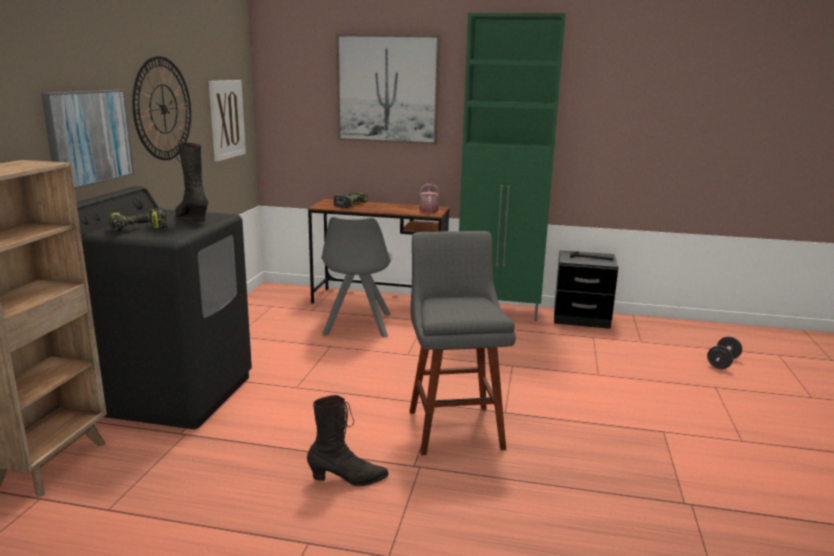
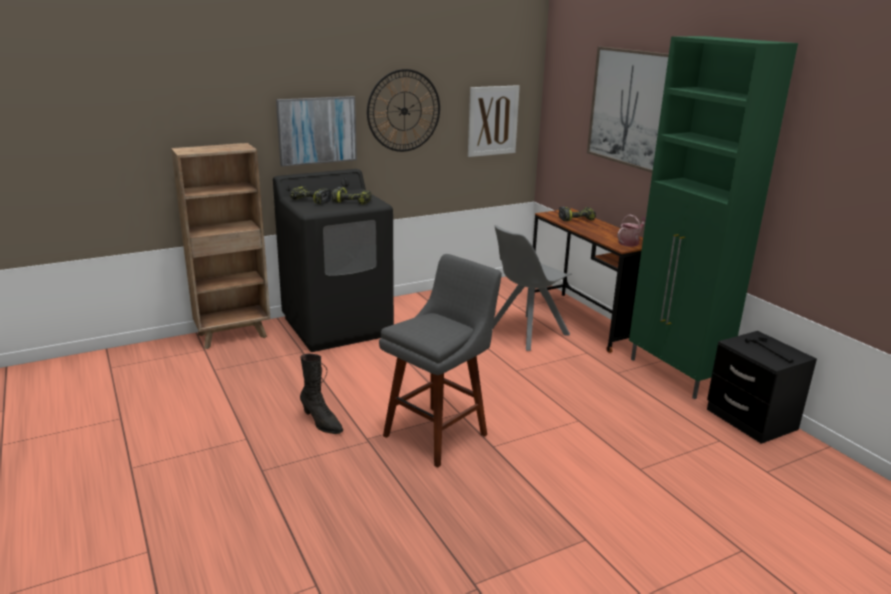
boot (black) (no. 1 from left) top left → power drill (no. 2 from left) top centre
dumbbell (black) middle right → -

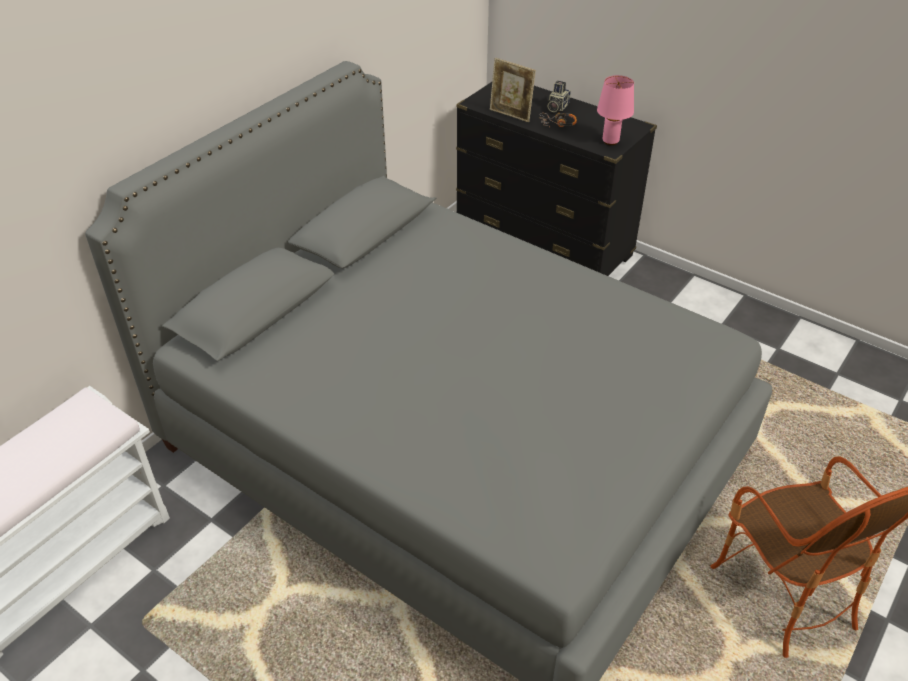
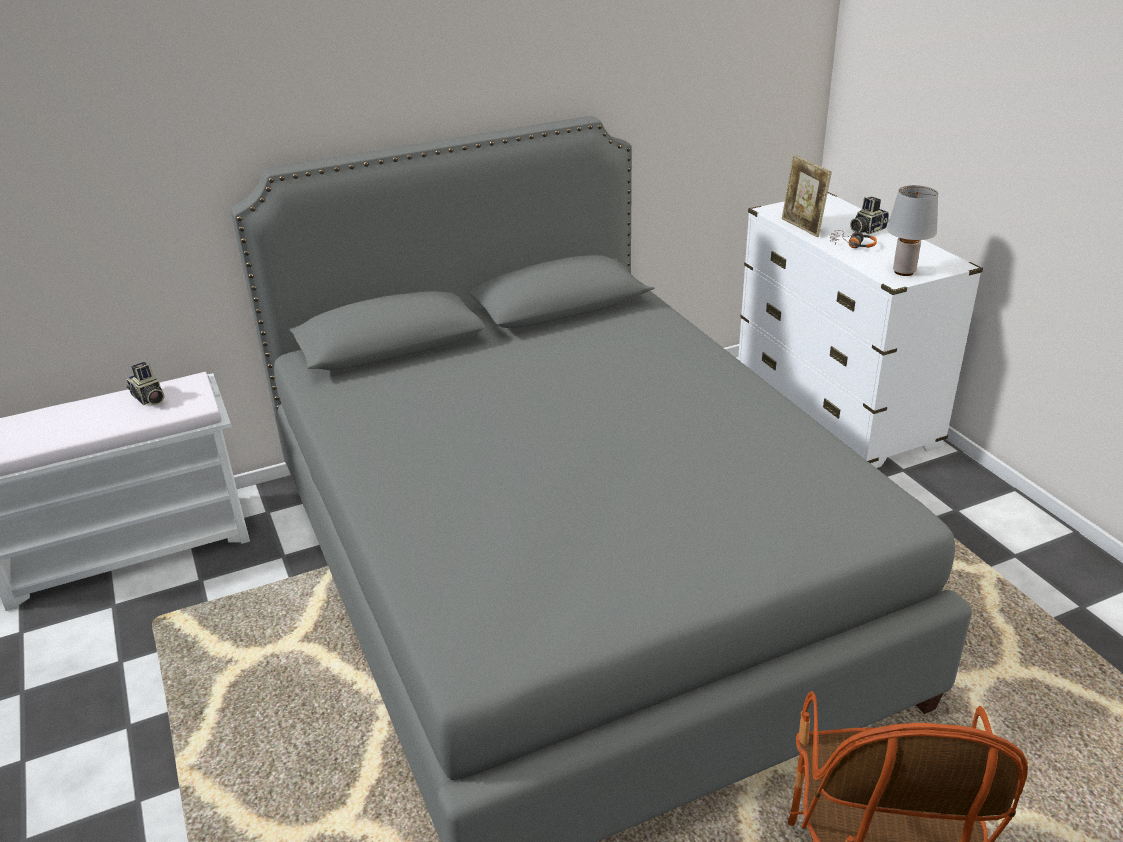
dresser (black) top centre → dresser (white) middle right
table lamp (pink) top right → table lamp (grey) top right
- → photo camera (no. 1 from left) middle left

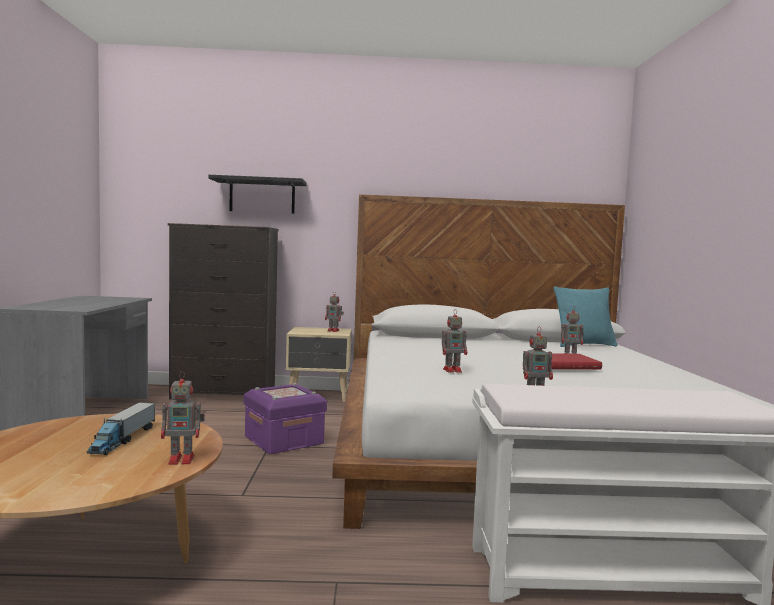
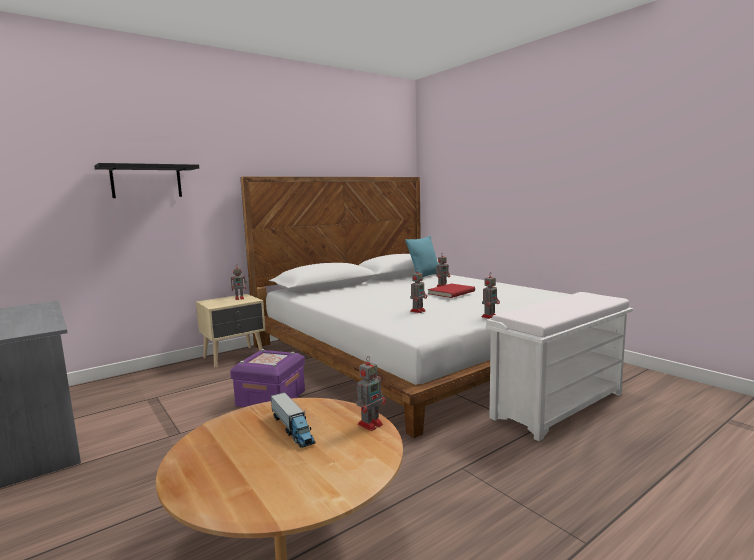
dresser (black) middle left → -

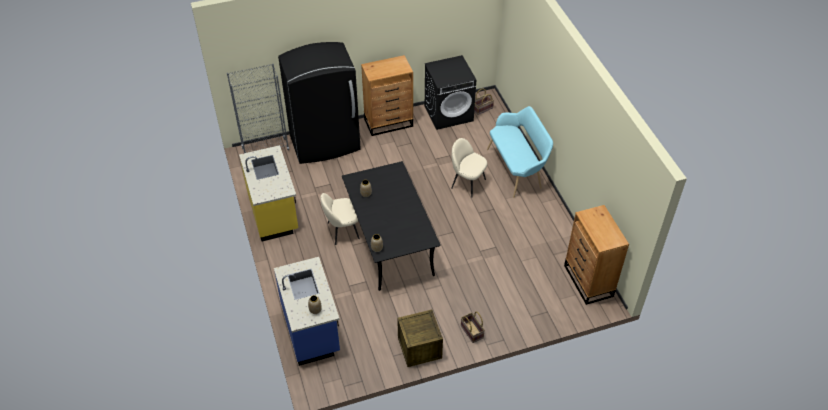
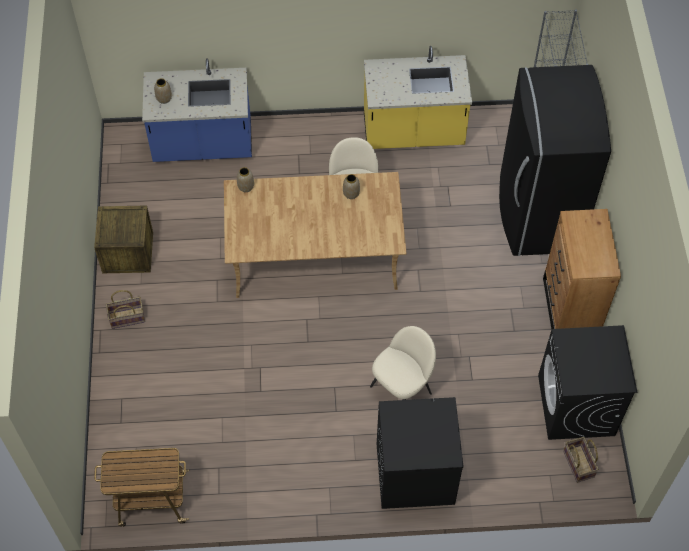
dining table (black) centre → dining table (beige) centre
bench (turquoise) centre → washing machine (black) (no. 1 from left) bottom centre
dresser (brown) (no. 2 from left) middle right → cart bottom left

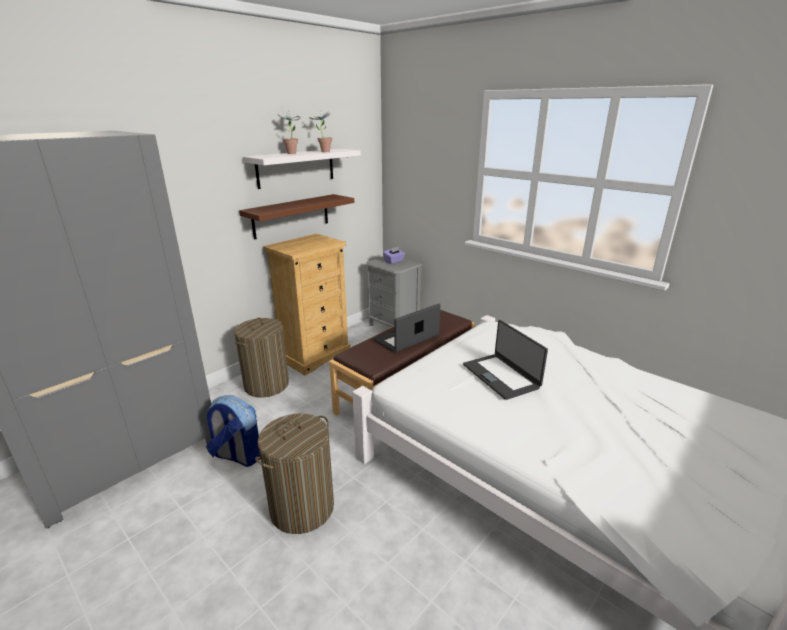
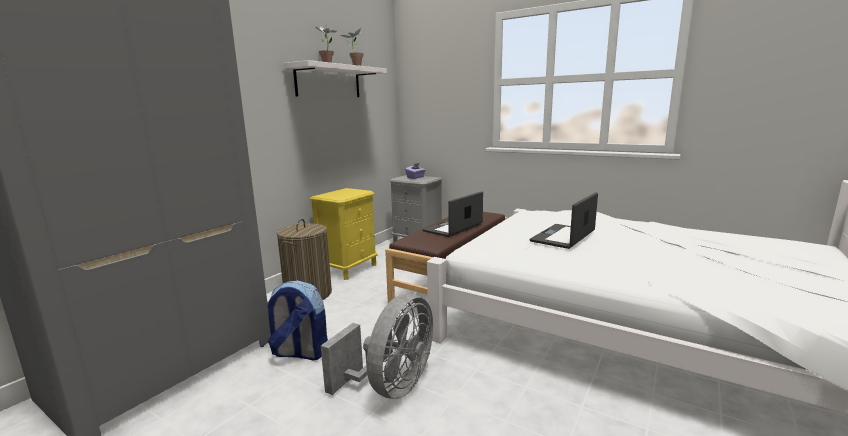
shelf (brown) centre → -
laundry basket (no. 2 from left) bottom centre → fan (grey) bottom centre
dresser (beige) centre → nightstand (yellow) centre
laptop (no. 2 from left) centre, 75 degrees clockwise

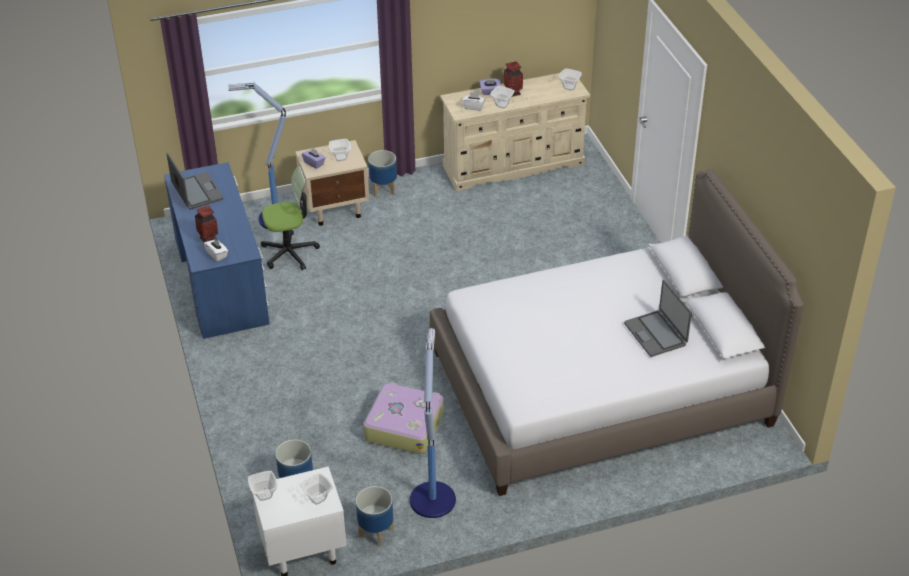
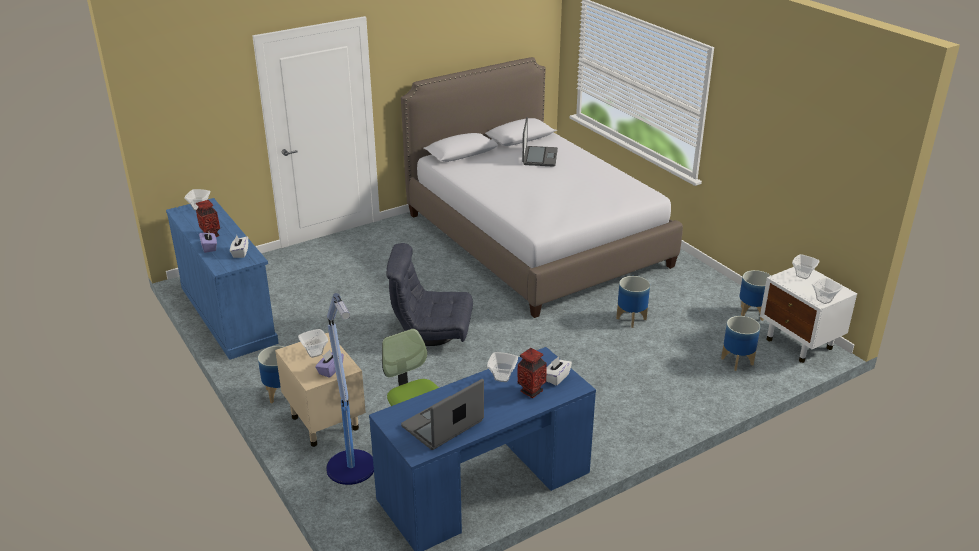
suitcase bottom centre → planter (no. 2 from left) centre
floor lamp (no. 2 from left) bottom centre → -
dresser (beige) top centre → dresser (blue) middle left
bowl (no. 4 from left in the first image) top centre → bowl (no. 3 from left) centre, shifted
laptop (no. 2 from left) middle right → laptop (no. 2 from left) top centre, 45 degrees counterclockwise
- → armchair (grey) centre

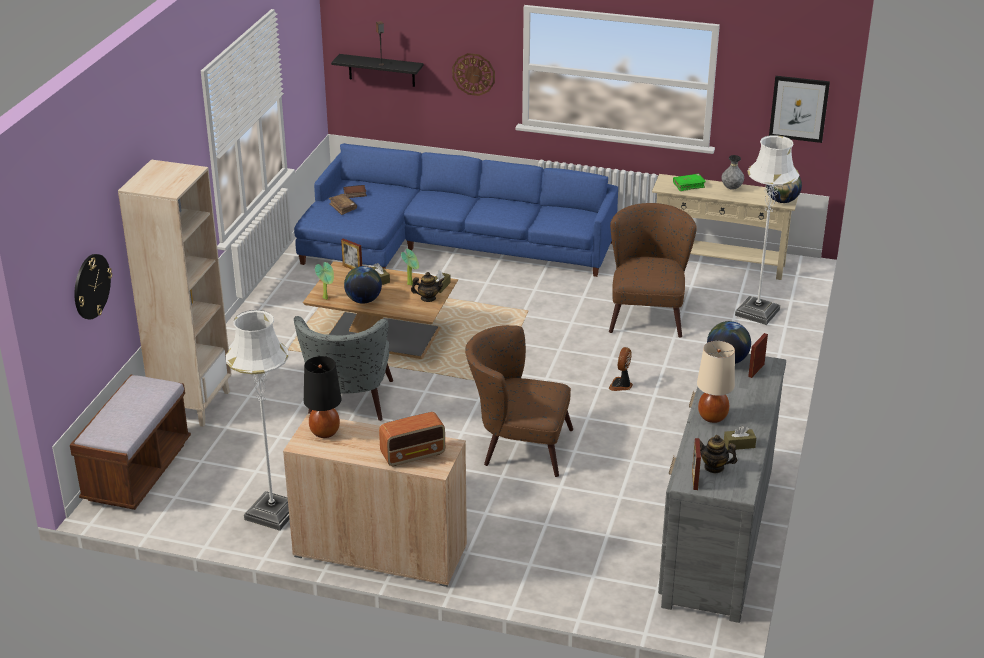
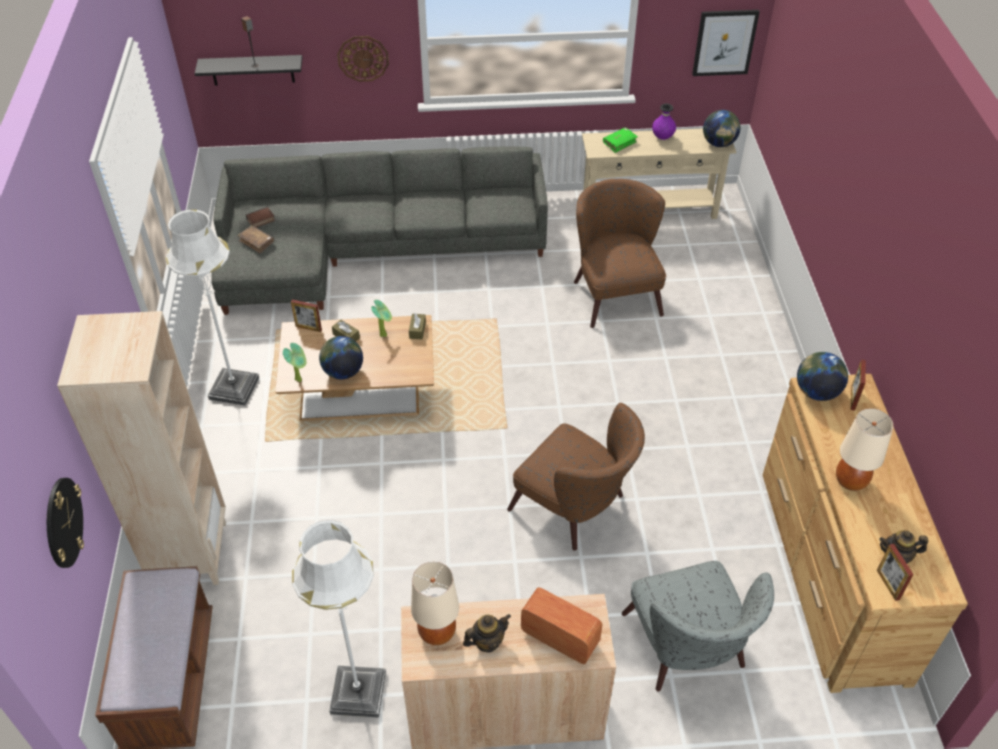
sofa (blue) top centre → sofa (grey) top centre
armchair (grey) centre → armchair (grey) bottom right, shifted
table lamp (black) middle left → table lamp (beige) (no. 1 from left) bottom centre
radio bottom centre, 105 degrees counterclockwise
teapot (no. 1 from left) centre → teapot (no. 1 from left) bottom centre, shifted
armchair (brown) (no. 1 from left) centre, 135 degrees counterclockwise
fan centre → -
dresser (grey) bottom right → dresser (brown) bottom right
vase (grey) top right → vase (purple) top centre
tissue box (brown) (no. 3 from left) middle right → -
floor lamp (white) (no. 2 from left in the first image) middle right → floor lamp (white) (no. 1 from left) middle left, shifted

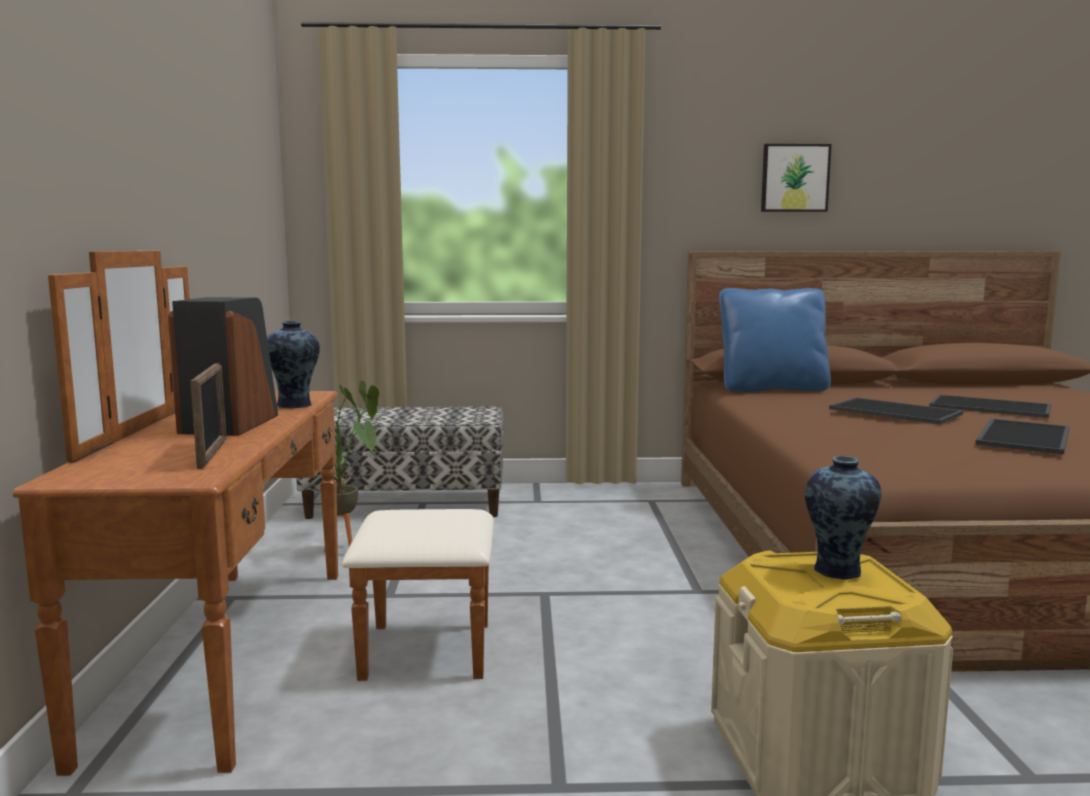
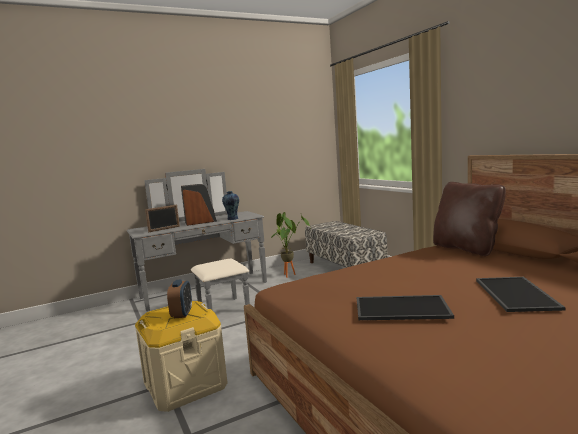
dresser (brown) middle left → dresser (grey) centre
pillow (blue) middle right → pillow (brown) middle right
picture top right → -
vase (no. 2 from left) middle right → alarm clock bottom left
tray (no. 1 from left) middle right → -

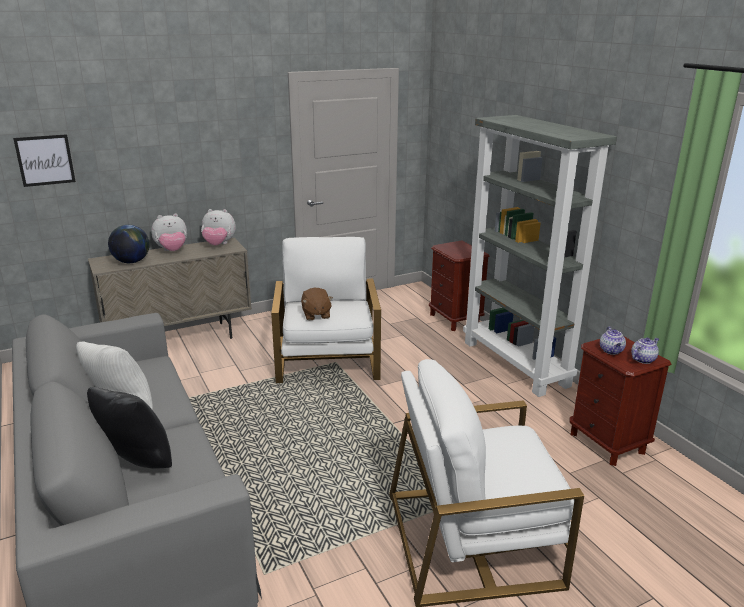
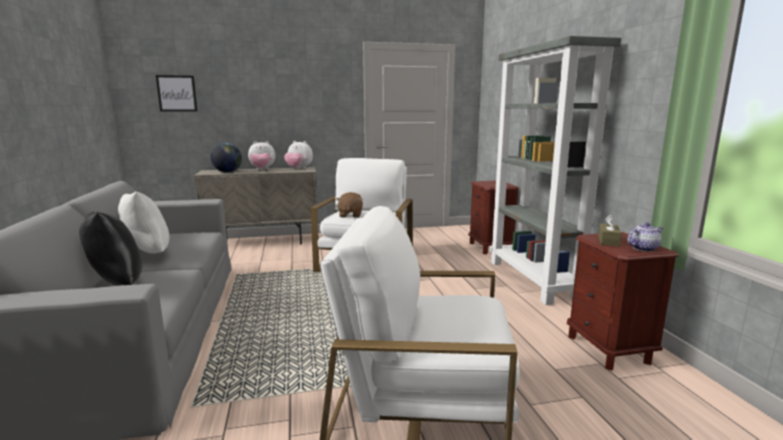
teapot (no. 1 from left) middle right → tissue box (brown) middle right

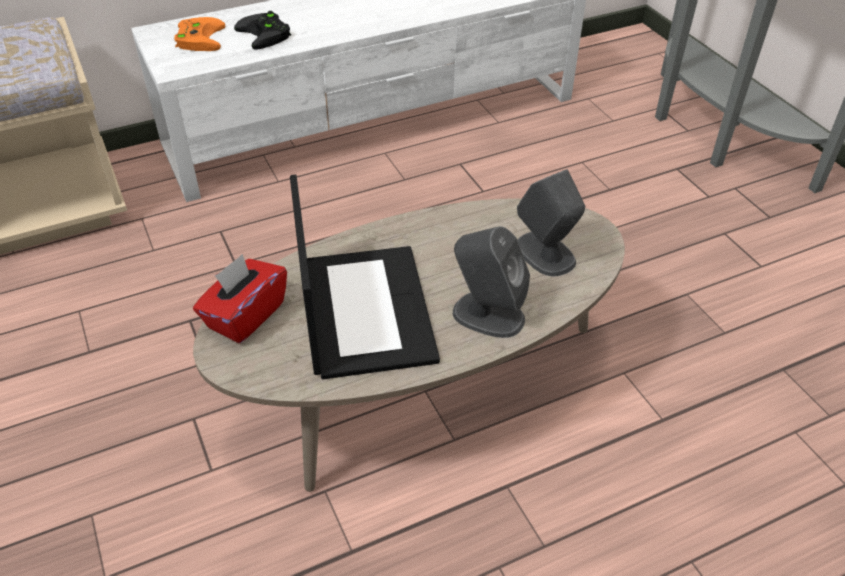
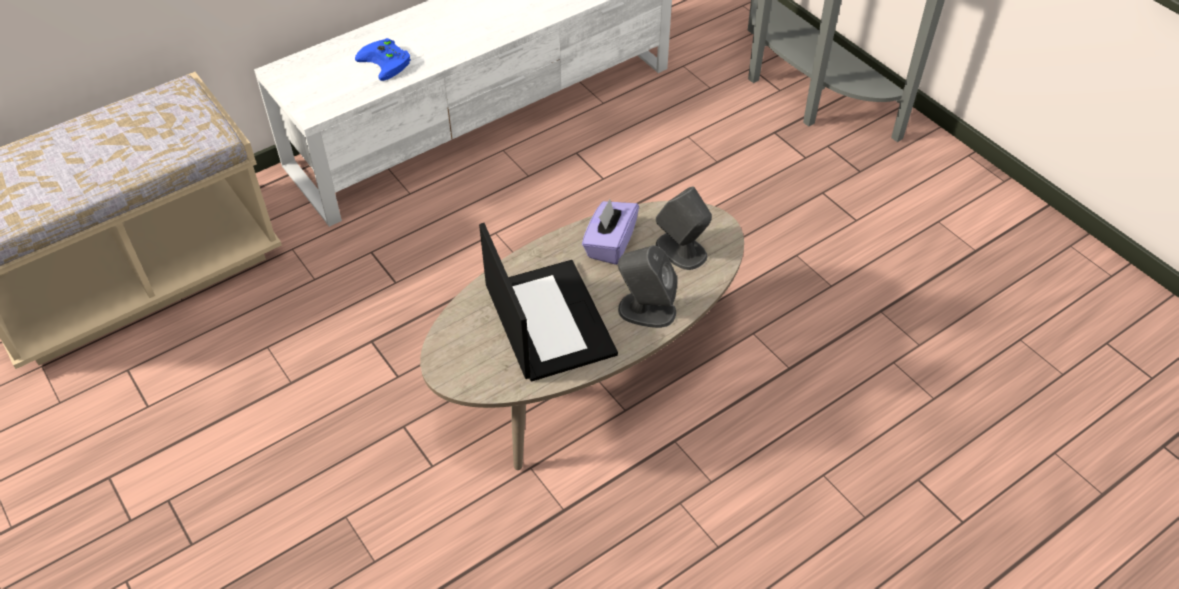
game controller (orange) top left → -
tissue box (red) middle left → -
game controller (black) top left → game controller (blue) top left
- → tissue box (purple) centre

